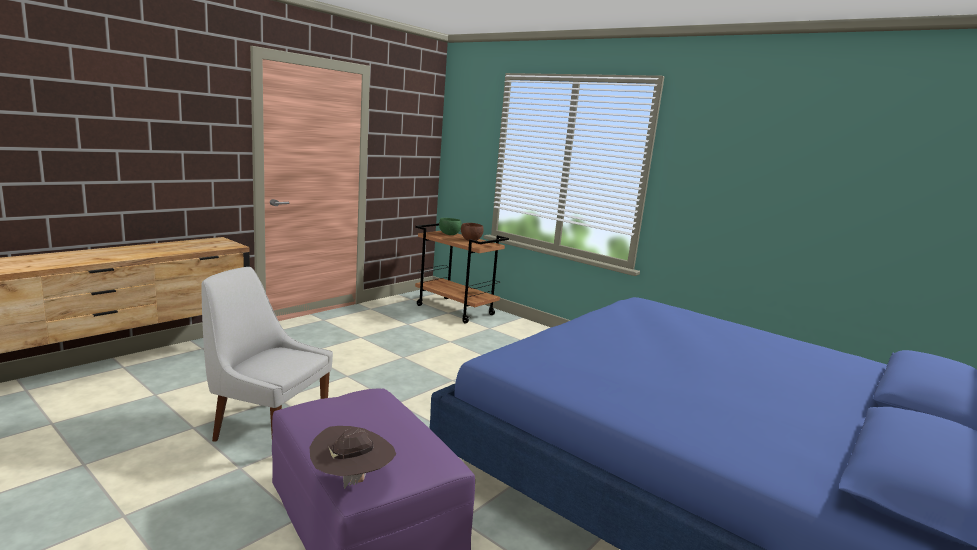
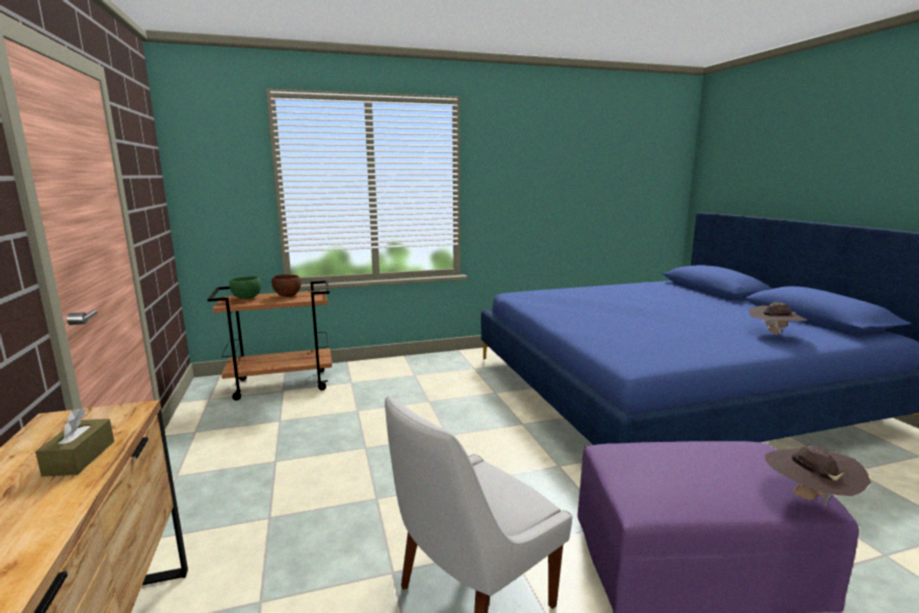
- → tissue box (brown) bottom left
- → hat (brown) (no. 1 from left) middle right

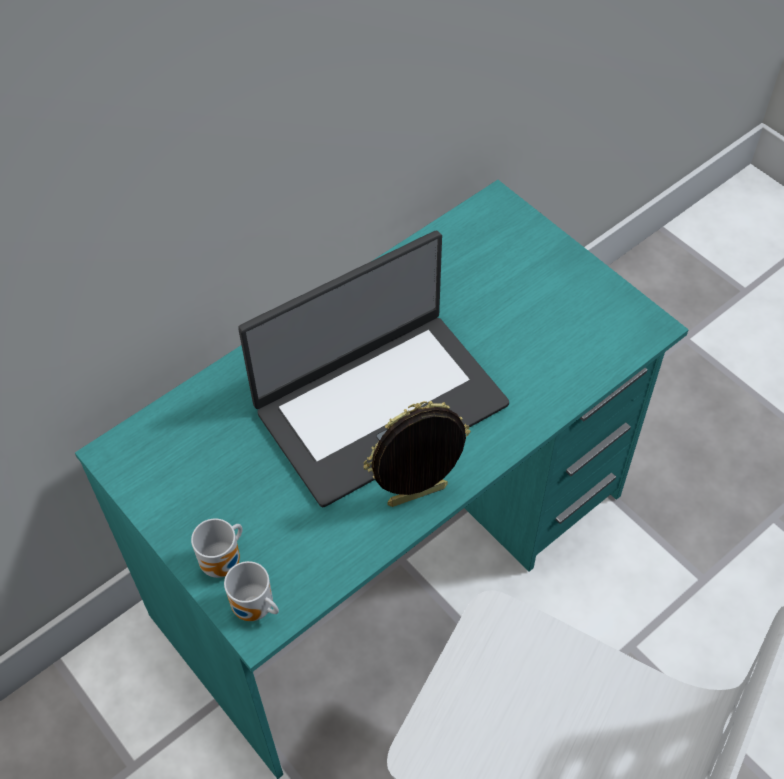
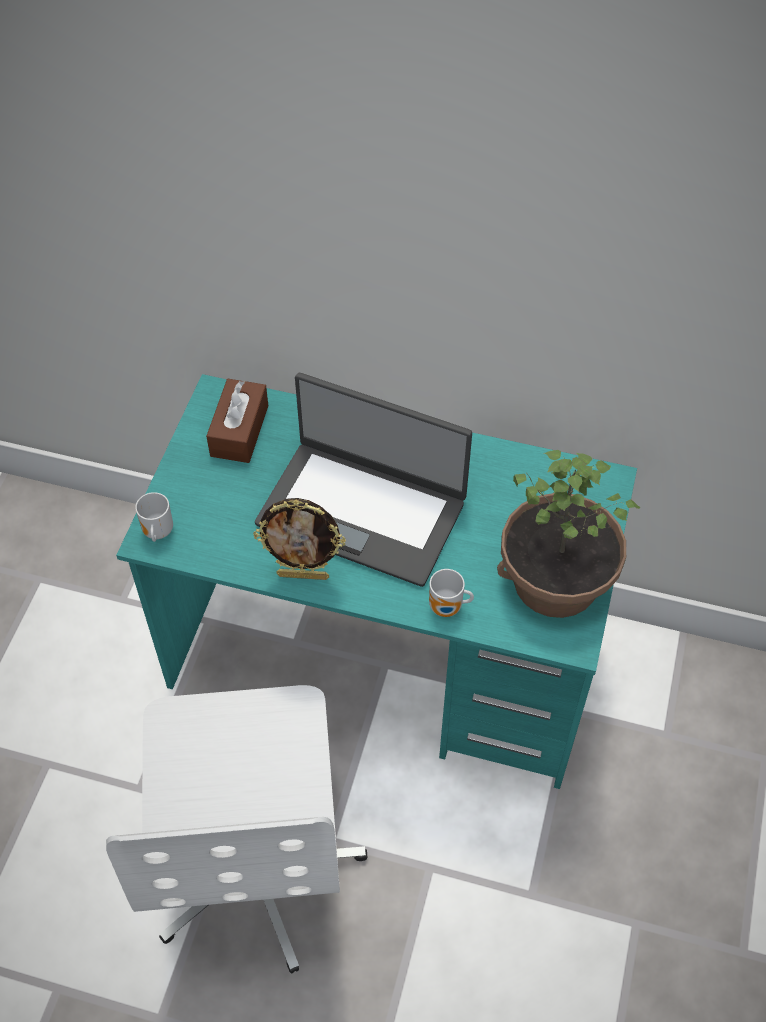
mug (no. 1 from left in the first image) bottom left → mug (no. 2 from left) centre, shifted
picture frame centre, 150 degrees clockwise
- → tissue box (brown) middle left
- → potted plant middle right

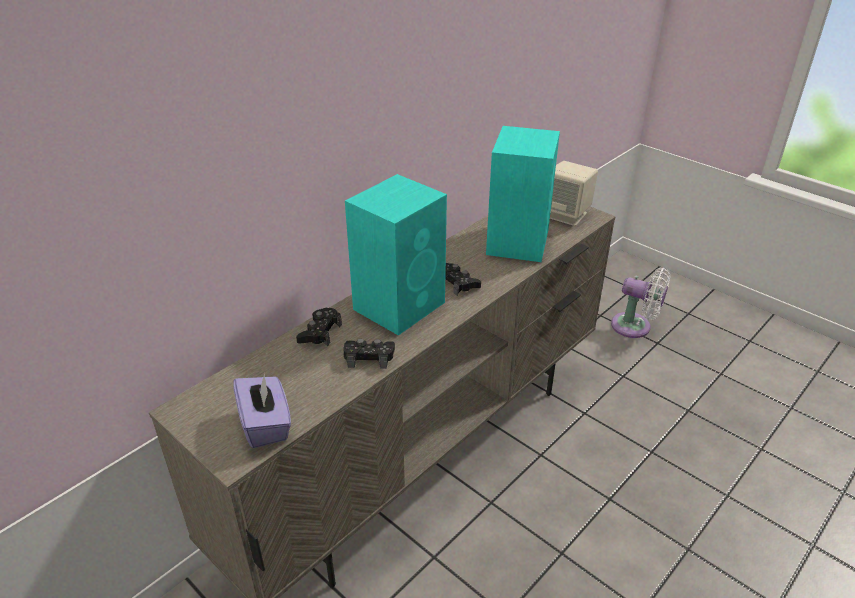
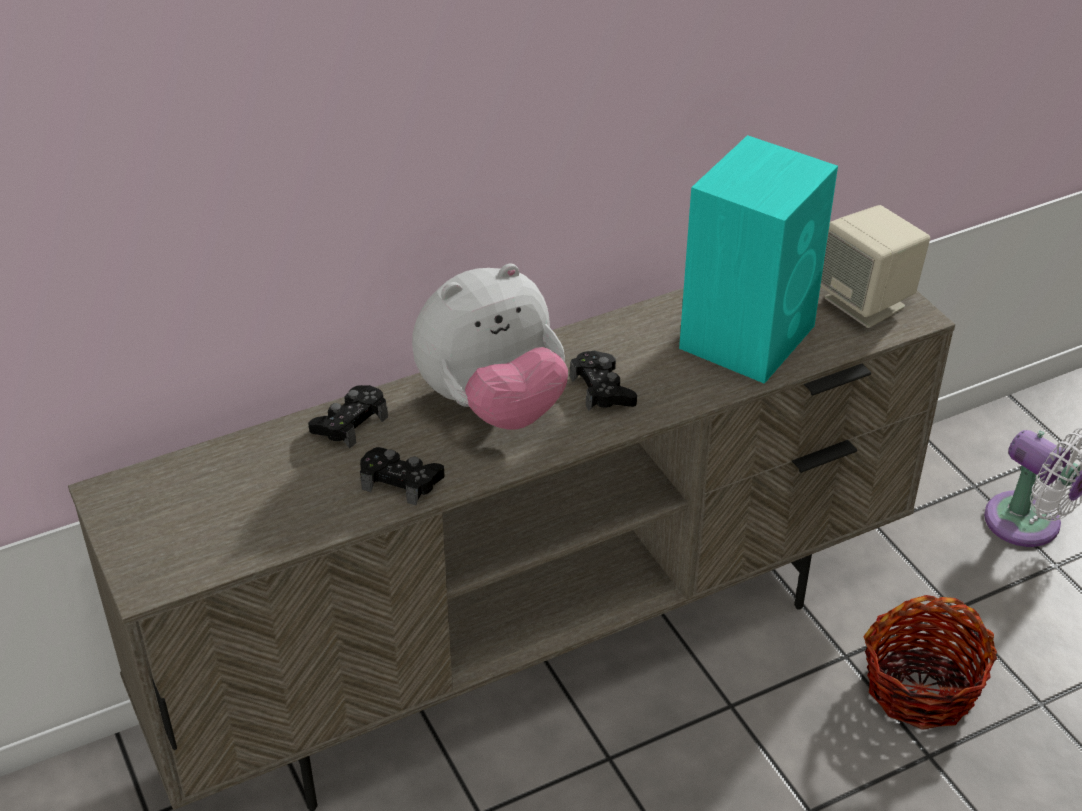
tissue box (purple) bottom left → -
speaker (turquoise) (no. 1 from left) centre → plush toy centre
- → basket bottom right

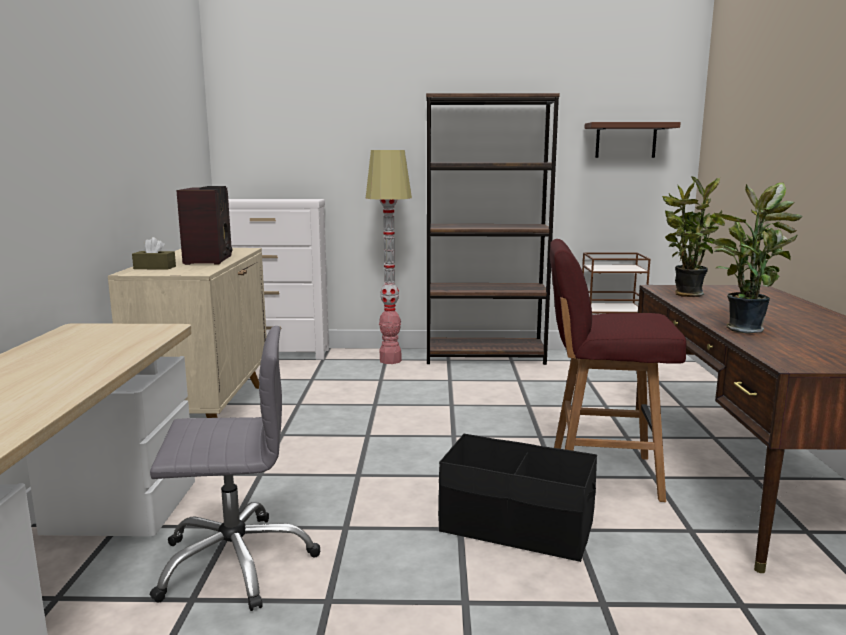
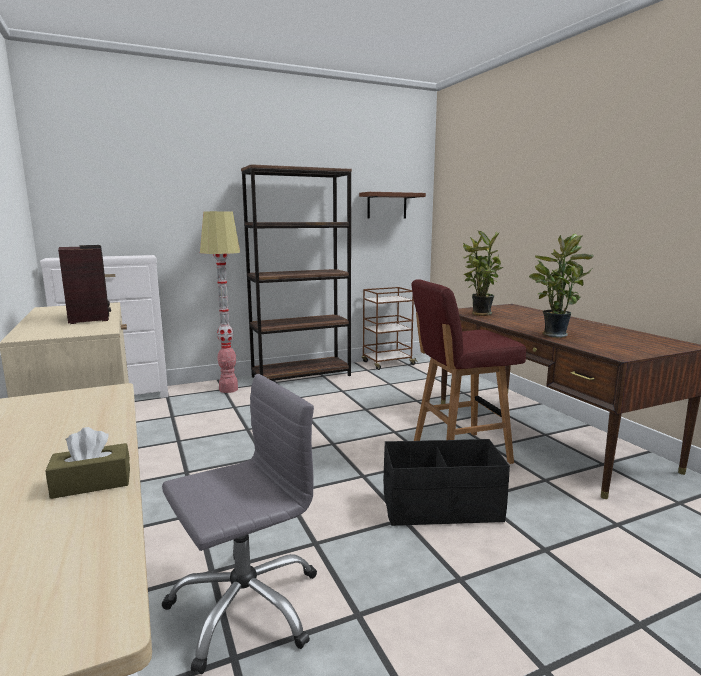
tissue box (brown) middle left → tissue box (brown) bottom left, shifted

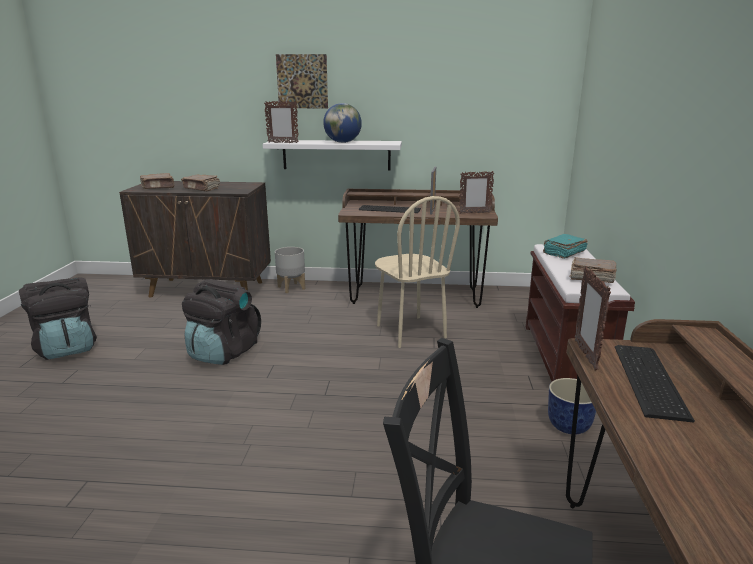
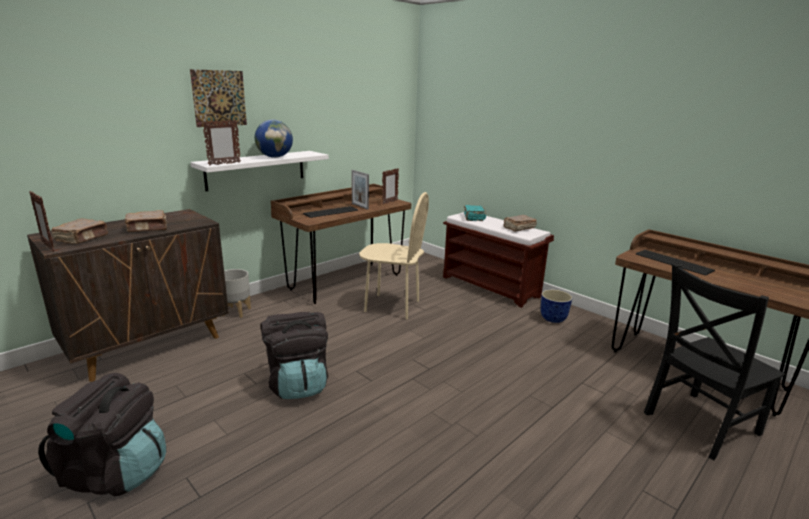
picture frame (no. 4 from left in the first image) middle right → picture frame (no. 1 from left) middle left, shifted

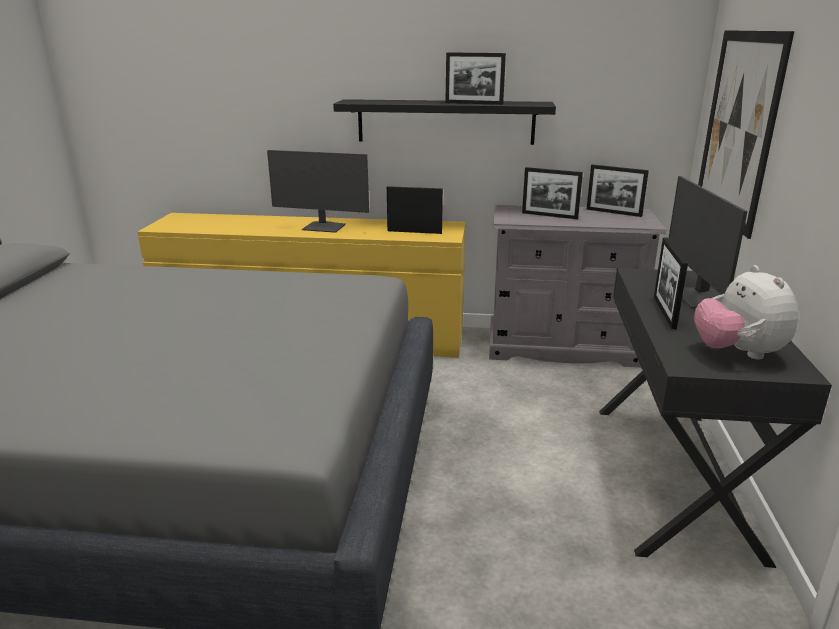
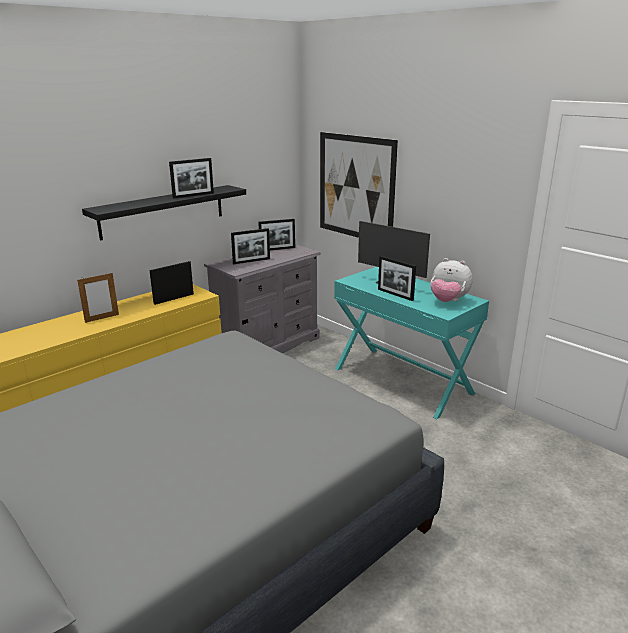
monitor (no. 1 from left) top centre → picture frame (no. 1 from left) middle left
desk (black) middle right → desk (turquoise) centre

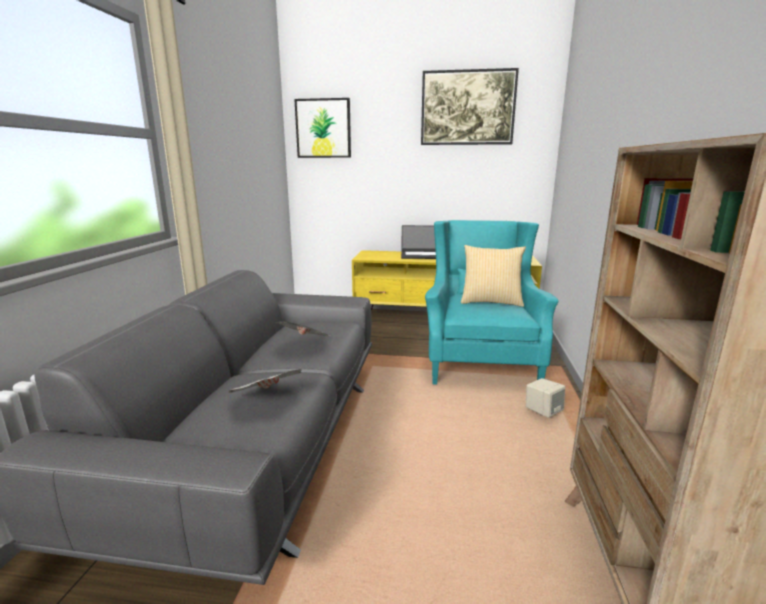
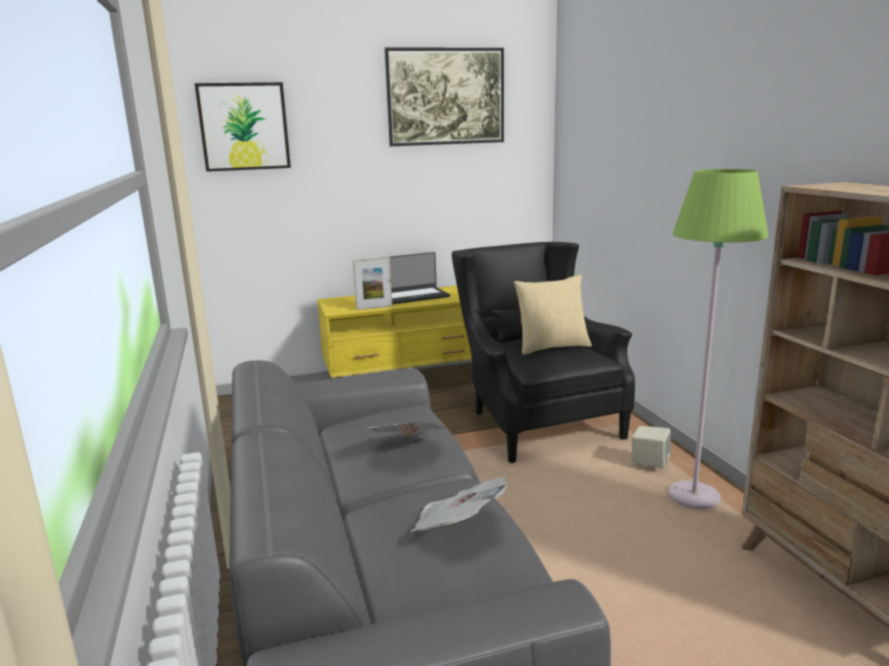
armchair (turquoise) centre → armchair (black) centre
- → picture frame centre
- → floor lamp (green) middle right

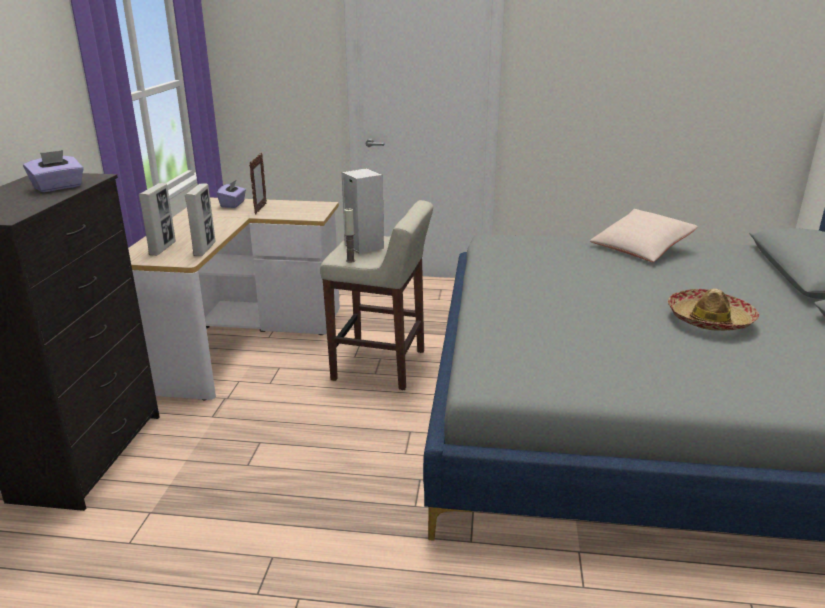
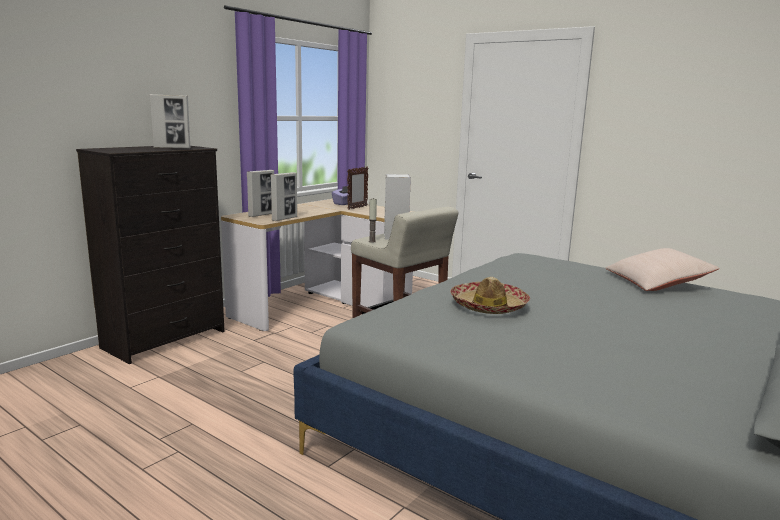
tissue box (purple) (no. 1 from left) top left → picture frame (no. 1 from left) top left
hat middle right → hat centre, shifted

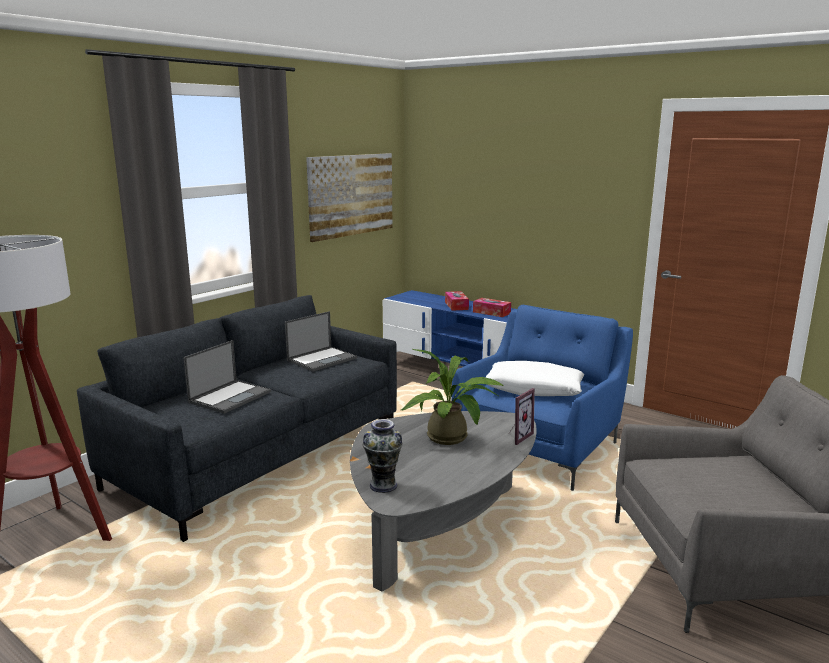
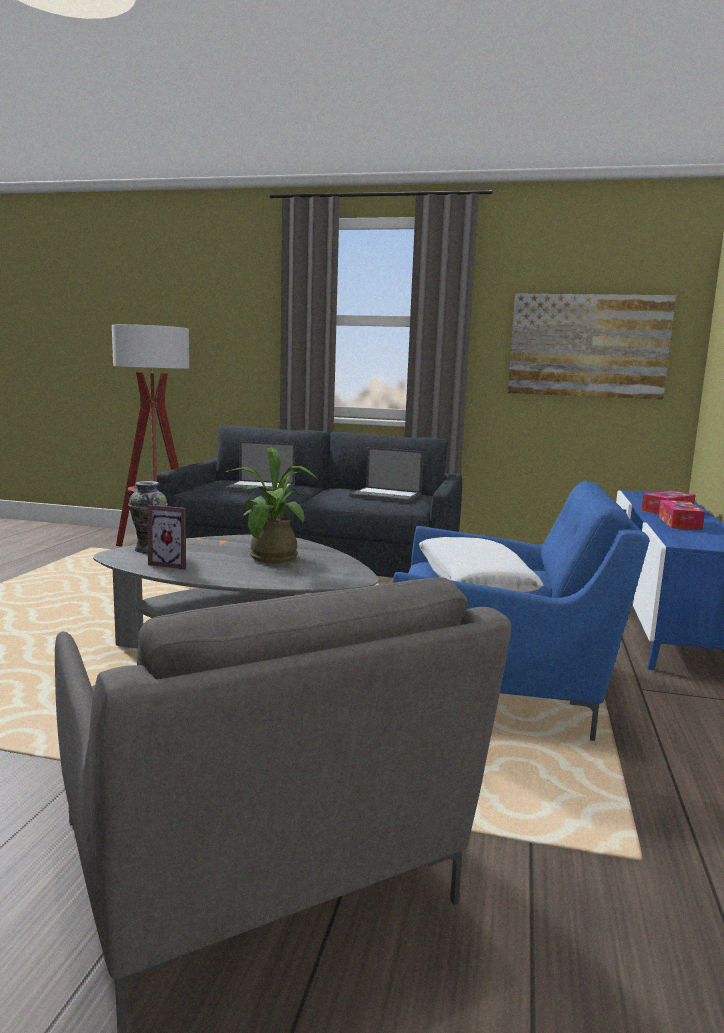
picture frame centre → picture frame middle left, shifted

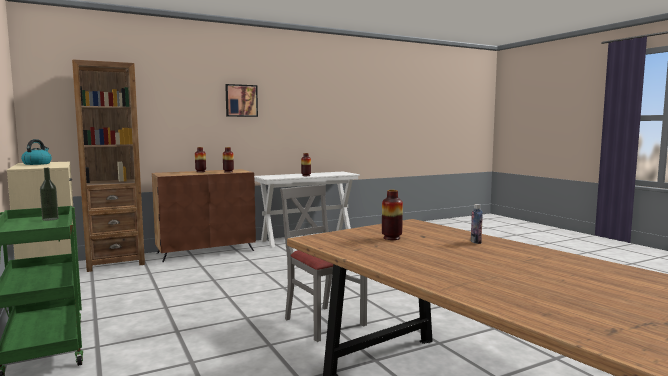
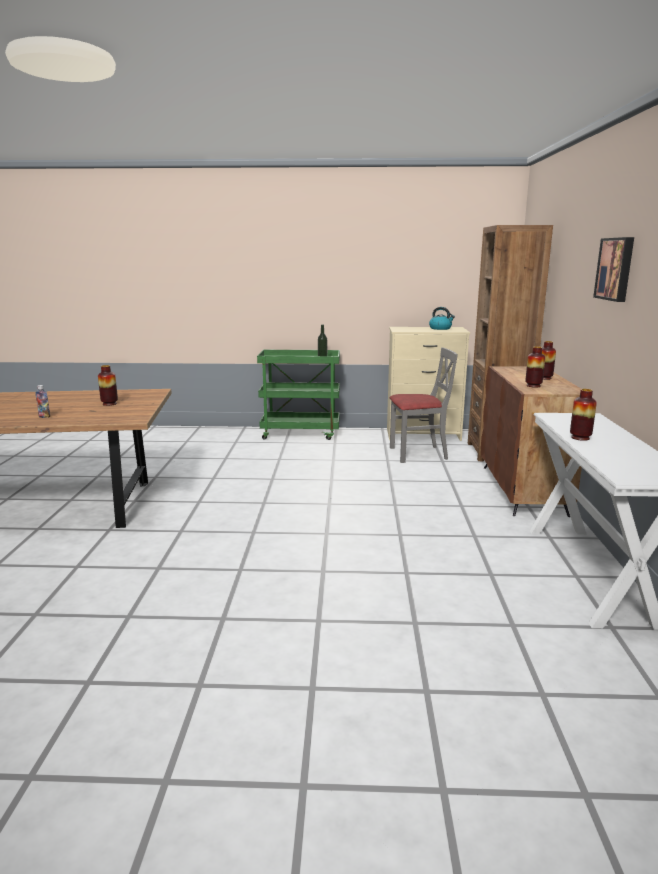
chair (grey) bottom centre → chair (grey) centre, shifted

